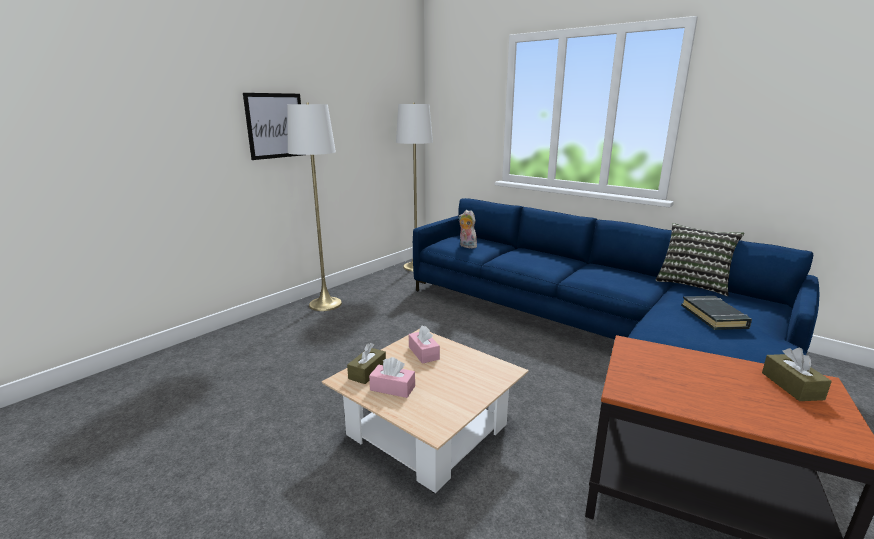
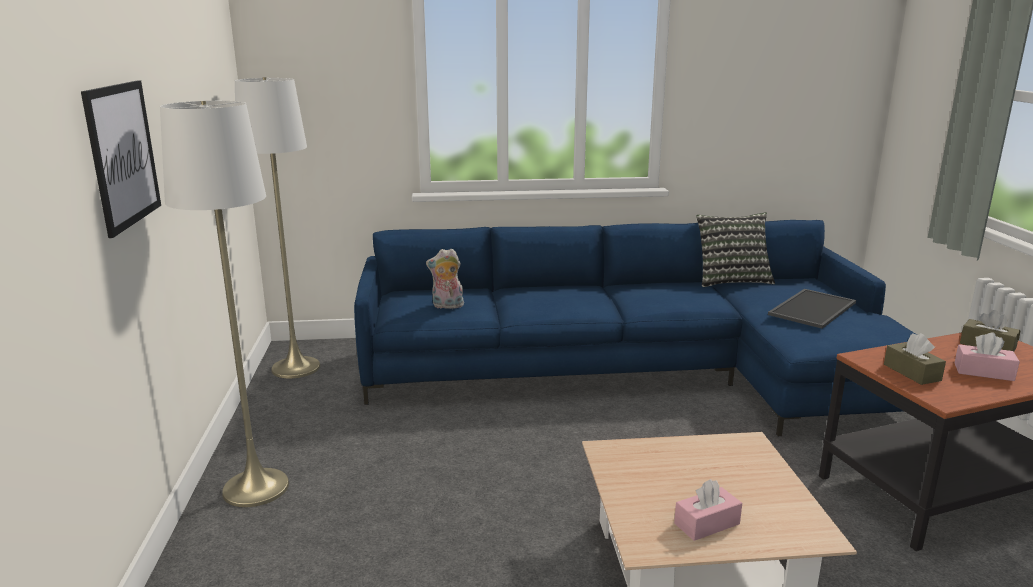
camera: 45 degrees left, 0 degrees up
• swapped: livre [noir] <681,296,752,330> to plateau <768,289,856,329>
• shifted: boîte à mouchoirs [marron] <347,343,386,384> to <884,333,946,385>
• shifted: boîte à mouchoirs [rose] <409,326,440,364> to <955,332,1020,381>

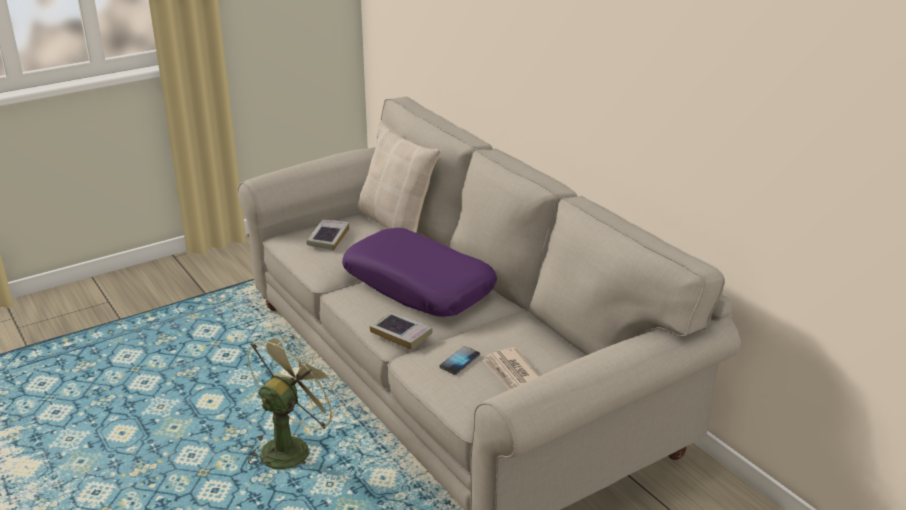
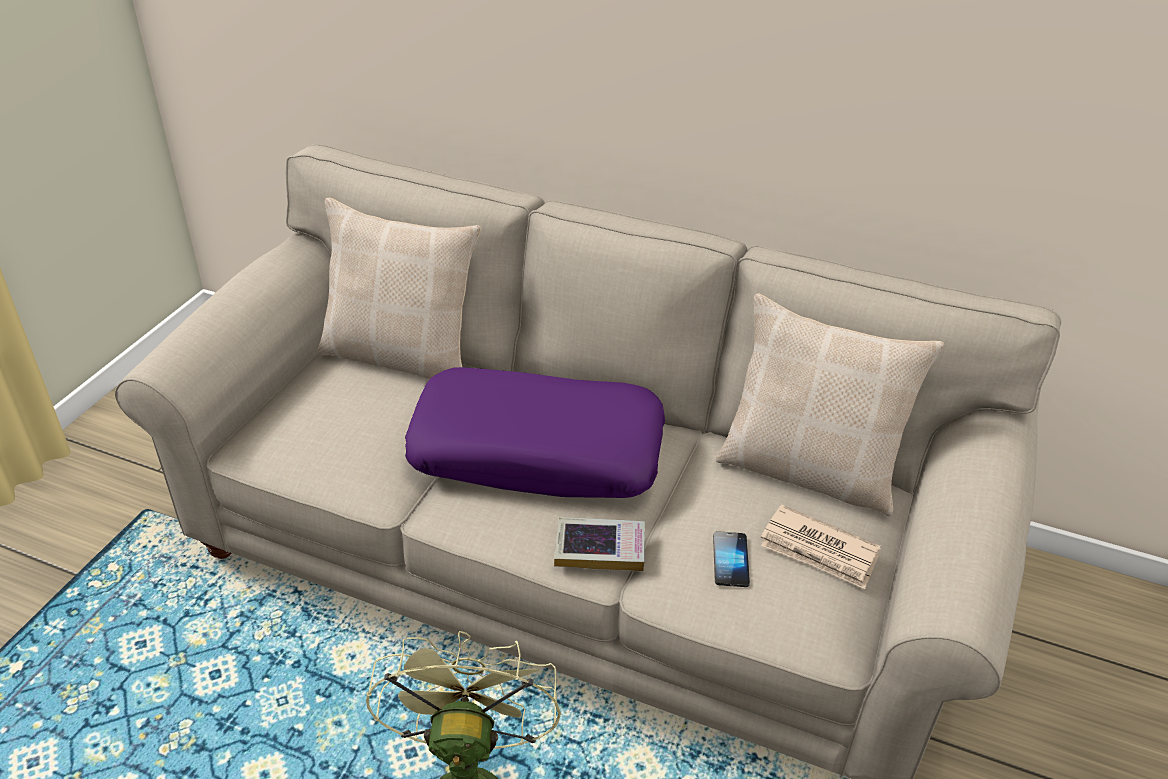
camera: 35 degrees left, 10 degrees up
• new: coussin [beige] <716,293,944,516>
• gone: livre <307,220,349,250>

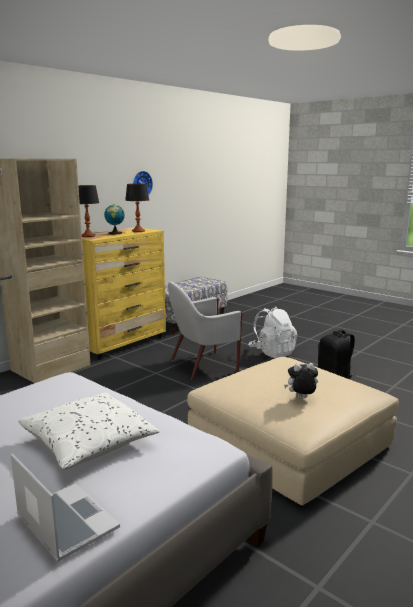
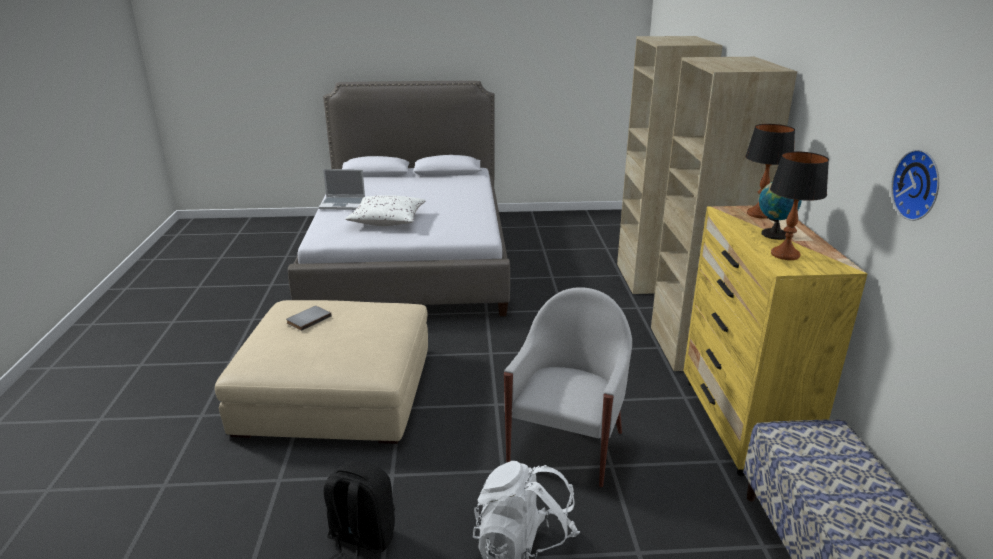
camera: 135 degrees right, 10 degrees up
• swapped: peluche <284,363,318,398> to livre [gris] <286,306,332,331>

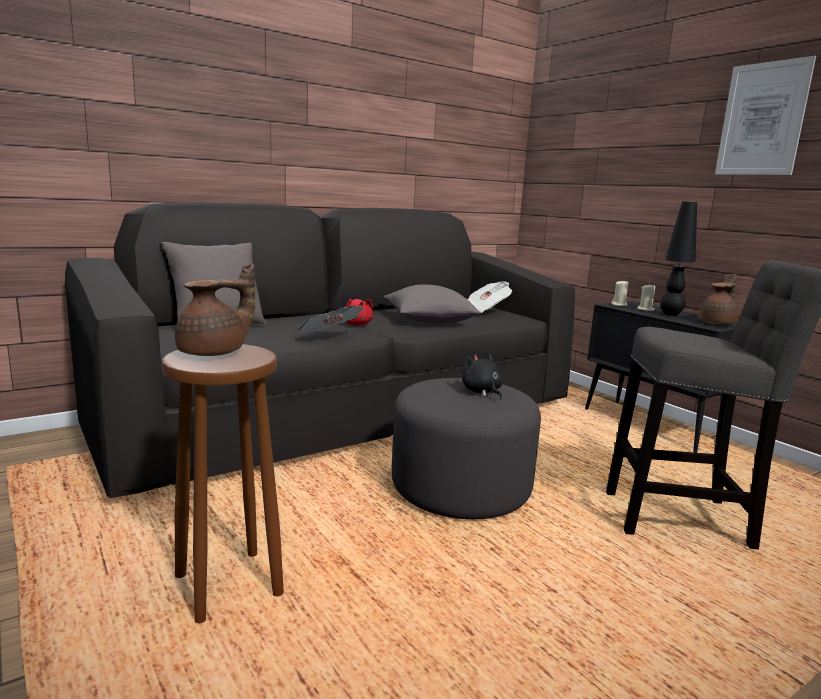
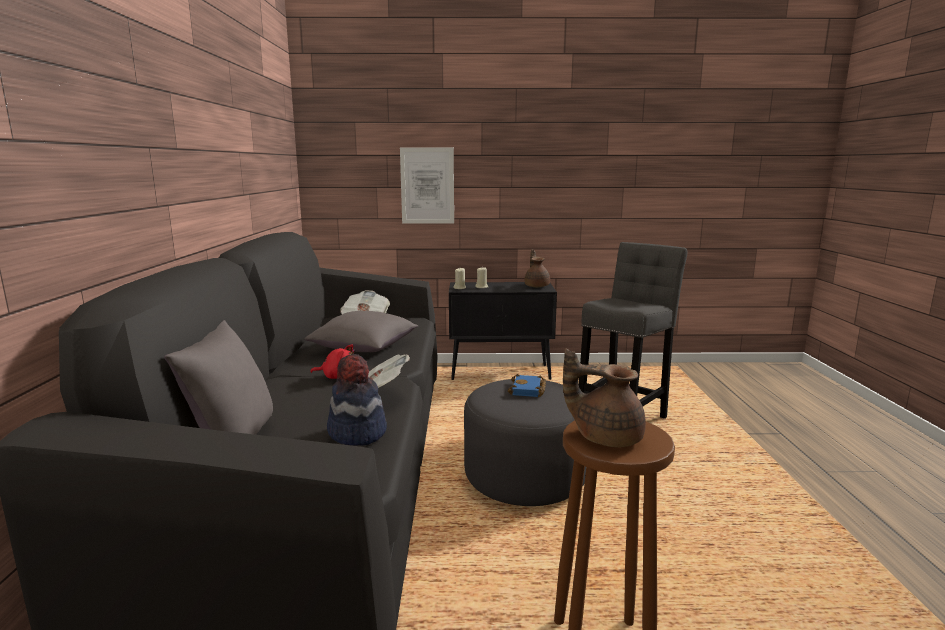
camera: 55 degrees left, 0 degrees up
• new: chapeau <327,354,387,446>
• shifted: tableau <715,56,816,175> to <400,148,454,223>
• swapped: peluche [noir] <462,354,503,399> to livre [bleu] <508,374,546,397>
• rotated: théière [marron] <175,263,255,356> = <563,348,646,447> 60 degrees counterclockwise
• gone: lampe de table [noir] <660,201,697,316>

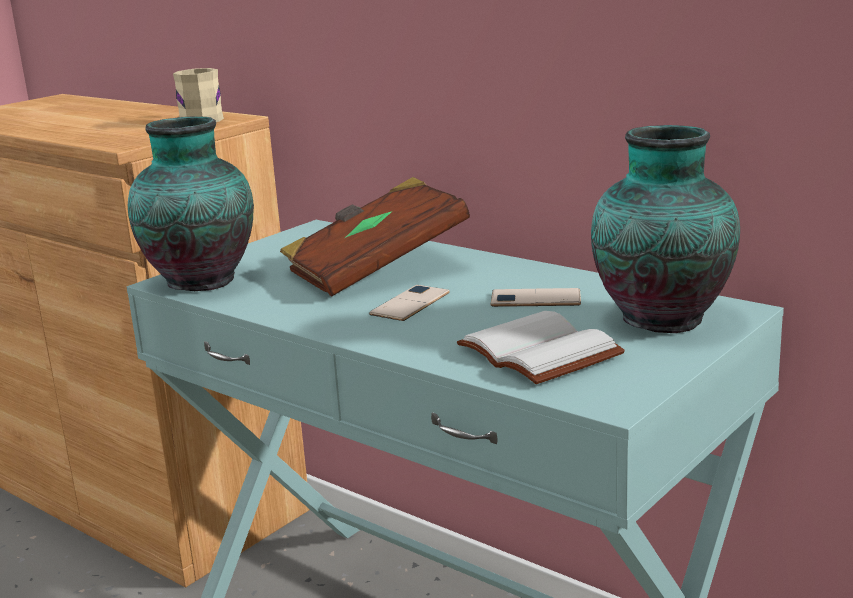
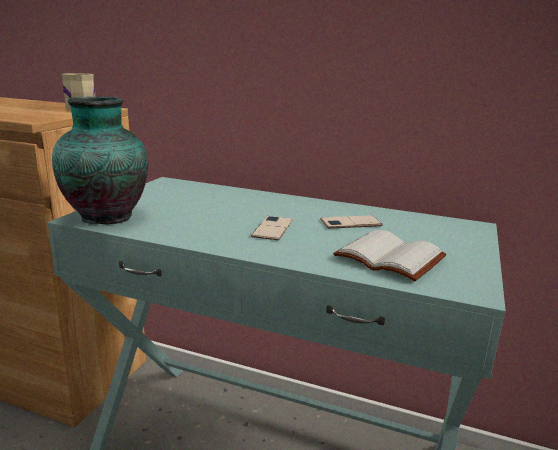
camera: 20 degrees left, 0 degrees up
• gone: livre [marron] <280,177,470,297>
• gone: vase <591,125,740,333>

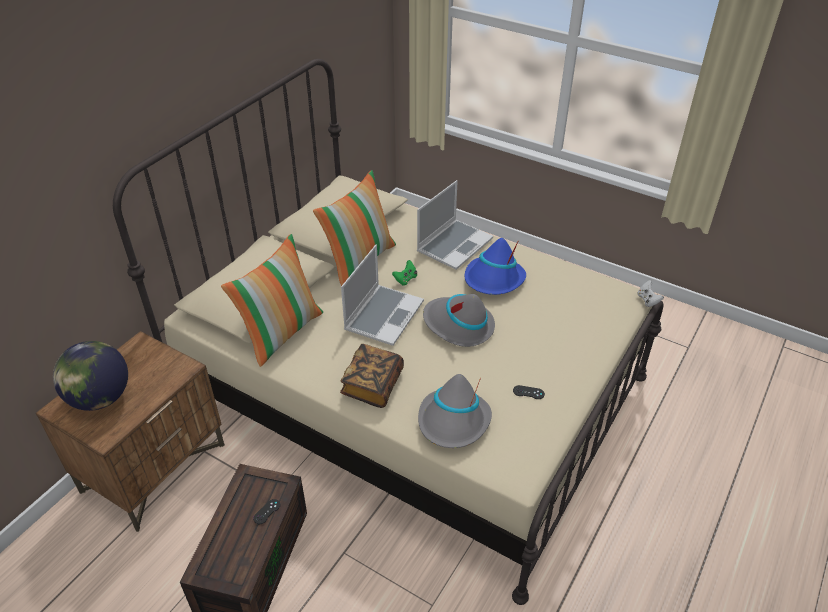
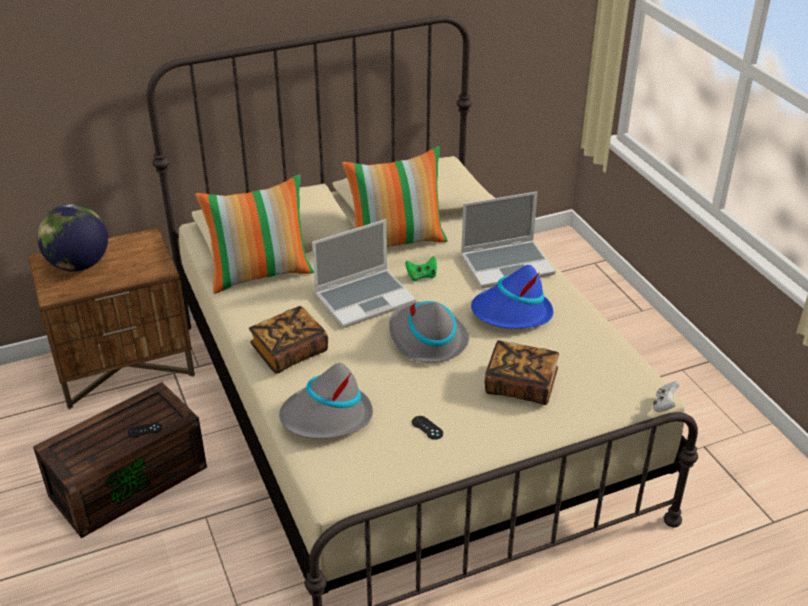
camera: 35 degrees right, 5 degrees down
• new: livre <485,340,559,405>

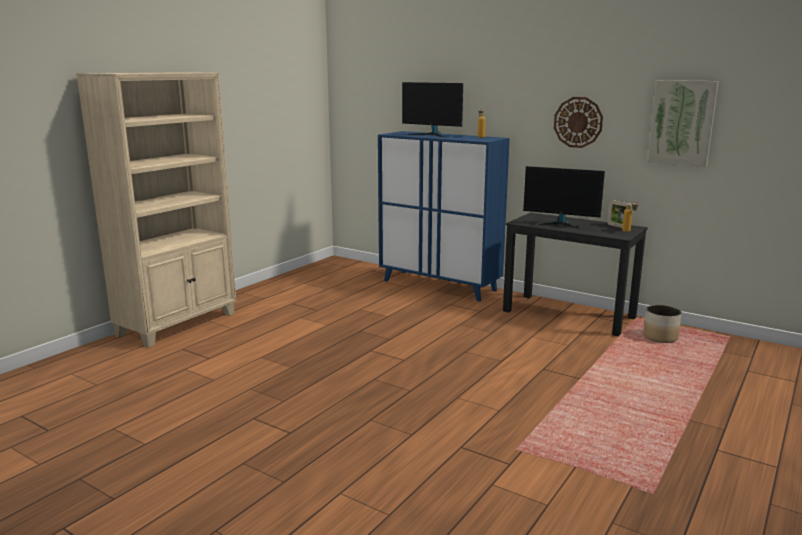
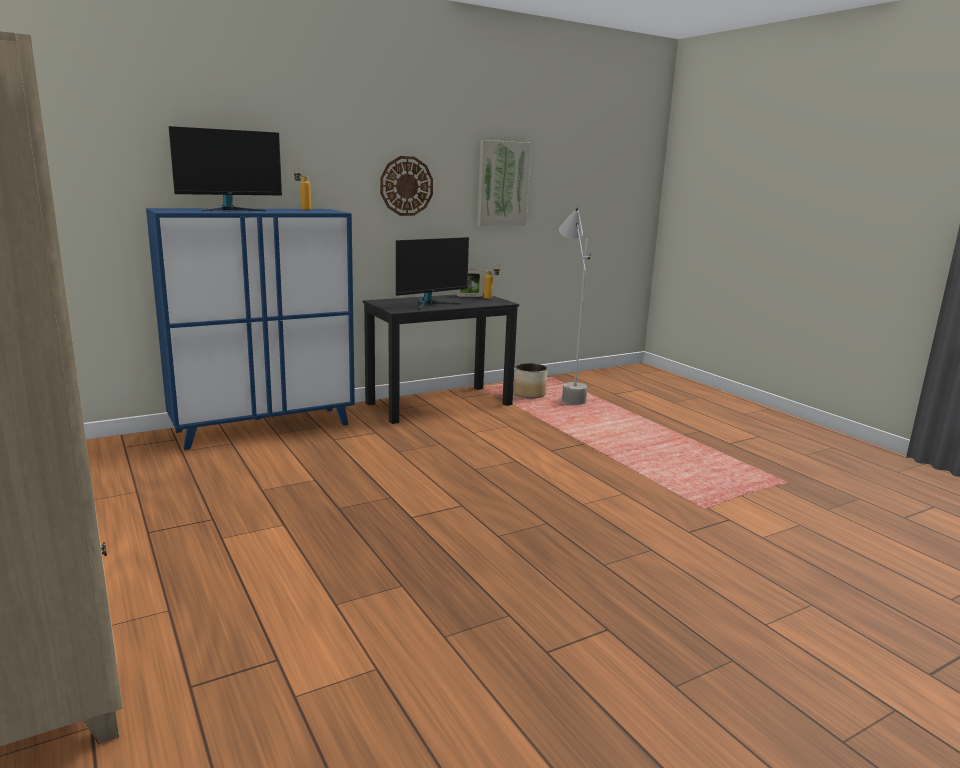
camera: 65 degrees left, 0 degrees up
• new: lampadaire [gris] <559,208,591,405>

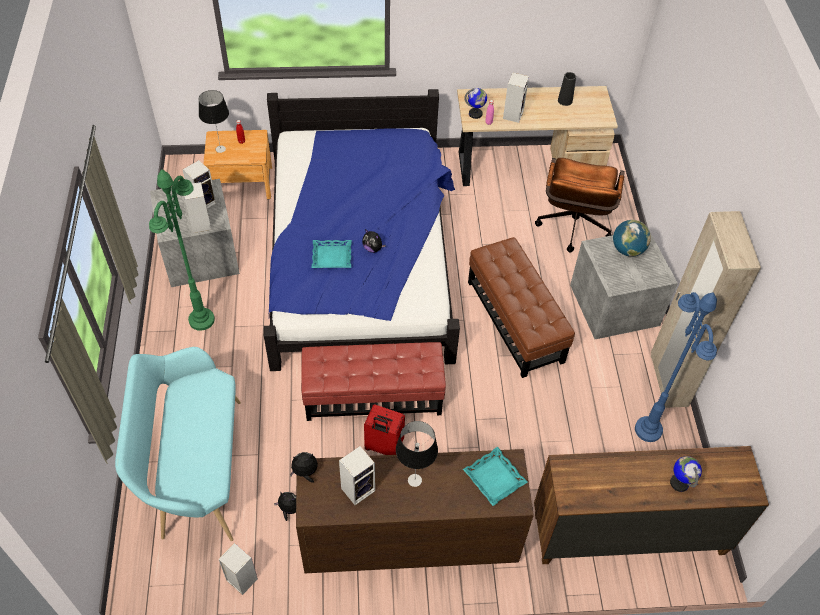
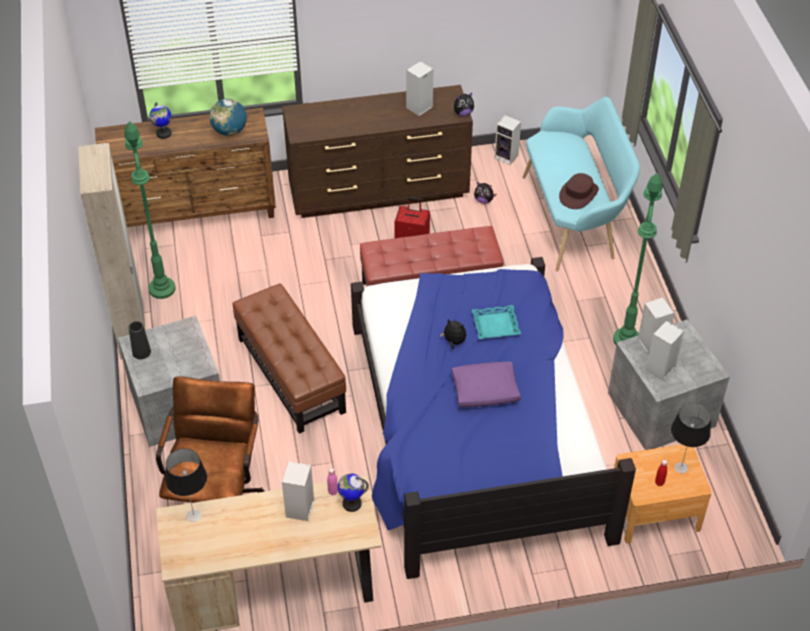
camera: 175 degrees right, 5 degrees down
• repainted: lampadaire [bleu] <635,292,717,442> to lampadaire [vert] <124,121,176,299>
• shifted: vase [noir] <558,72,576,106> to <129,321,151,359>
• shifted: lampe de table <396,421,438,487> to <165,448,207,522>
• shifted: globe <613,220,651,257> to <210,99,247,136>
• new: coussin [violet] <451,362,521,407>
• new: chapeau [marron] <559,173,599,209>
• gone: plateau [turquoise] <463,447,528,506>

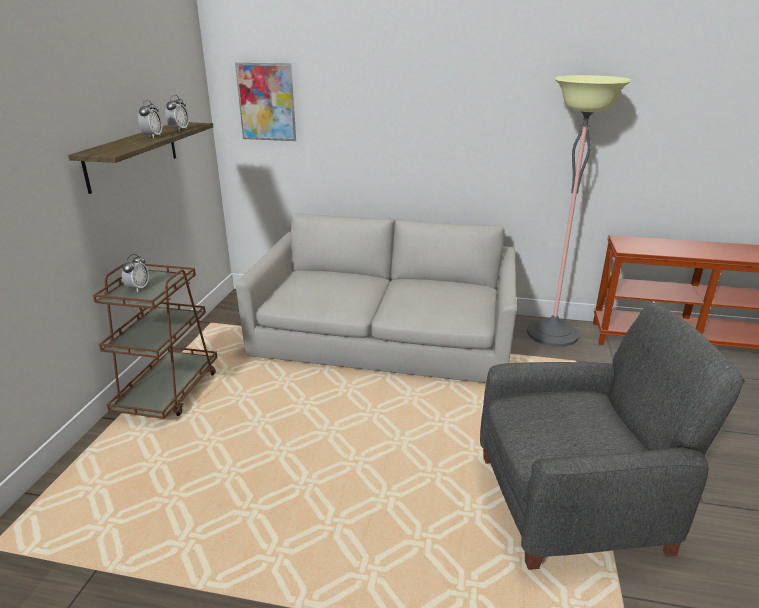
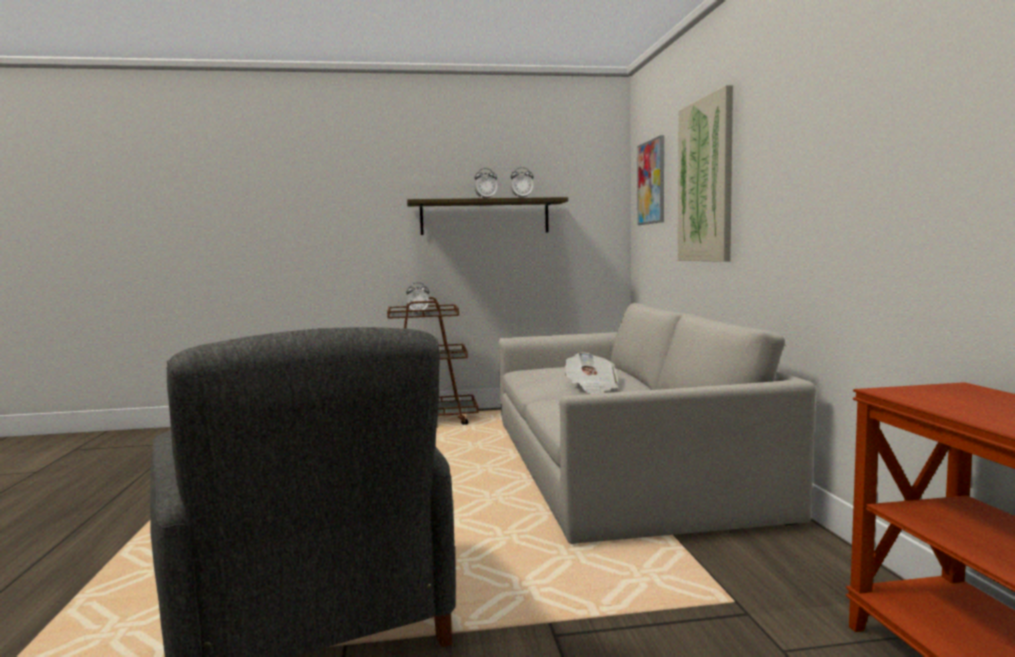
camera: 70 degrees right, 20 degrees down
• new: journal <565,352,618,394>
• new: tableau <678,85,733,262>
• gone: lampadaire <527,75,631,347>

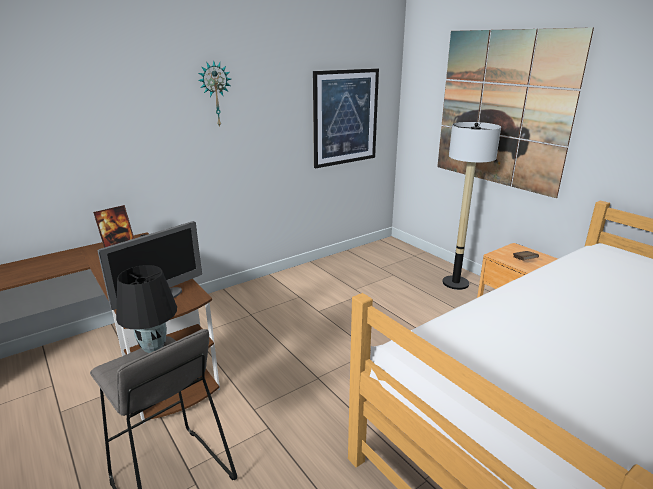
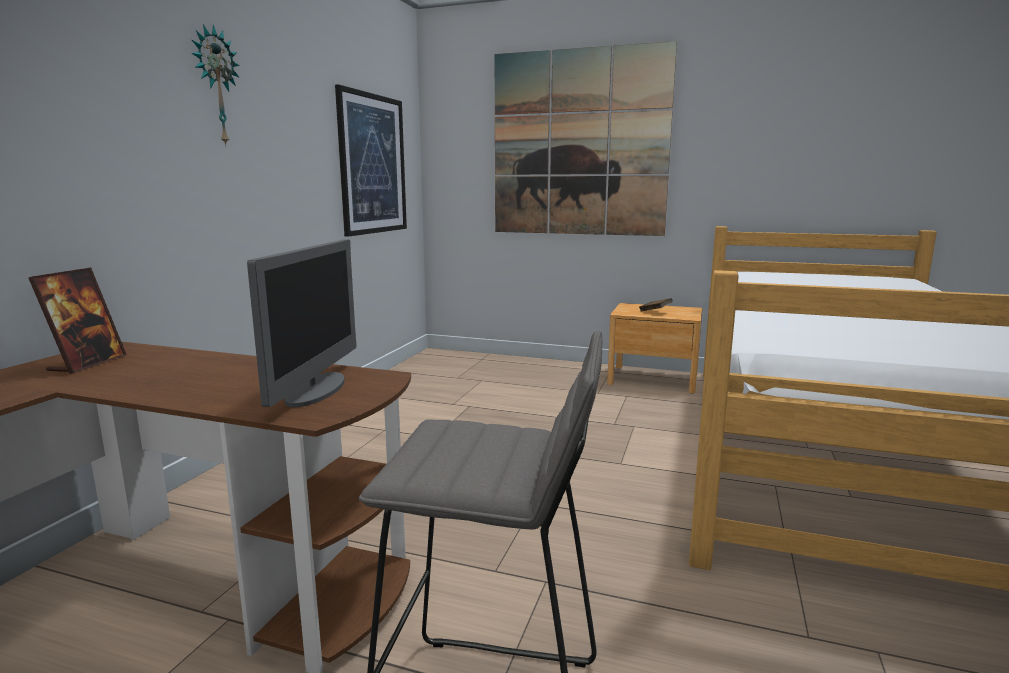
camera: 35 degrees left, 10 degrees down
• gone: lampe de table [noir] <116,265,177,353>
• gone: lampadaire <443,122,501,290>

